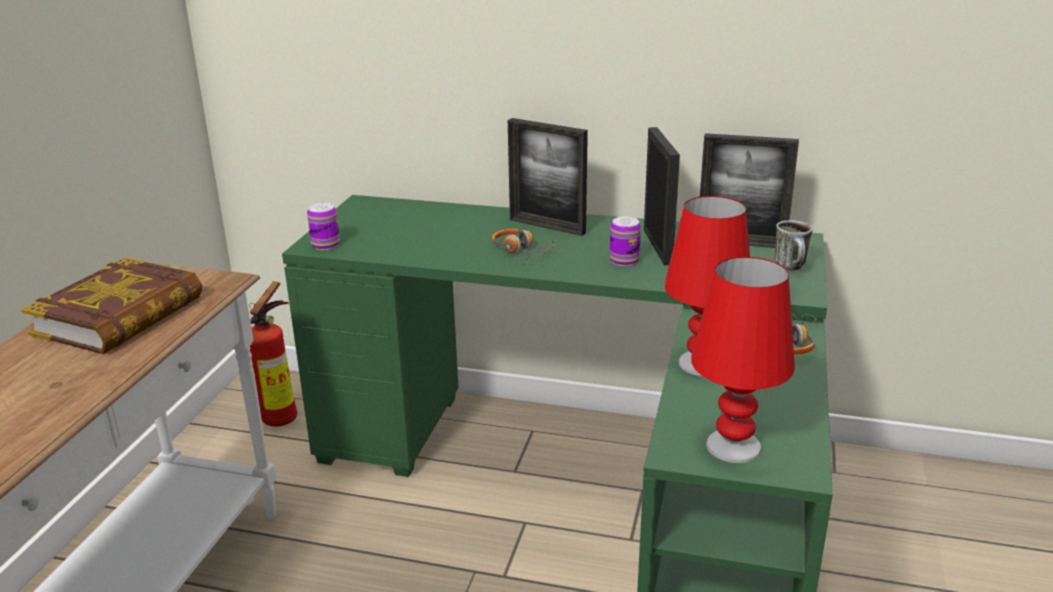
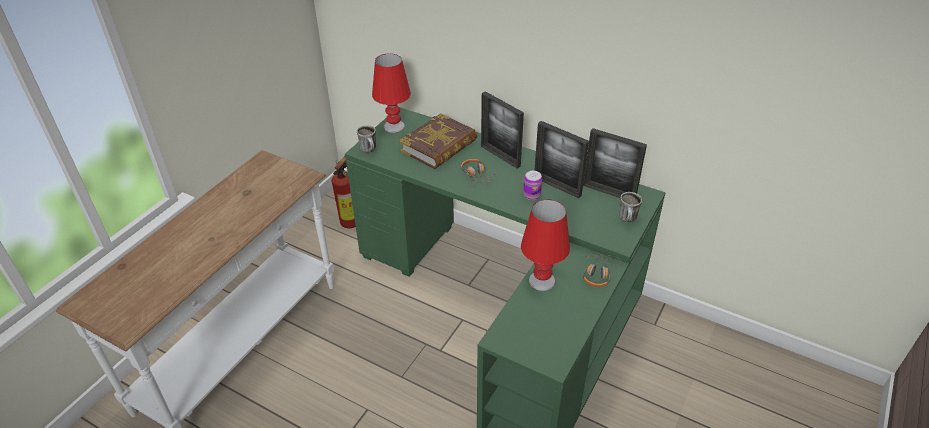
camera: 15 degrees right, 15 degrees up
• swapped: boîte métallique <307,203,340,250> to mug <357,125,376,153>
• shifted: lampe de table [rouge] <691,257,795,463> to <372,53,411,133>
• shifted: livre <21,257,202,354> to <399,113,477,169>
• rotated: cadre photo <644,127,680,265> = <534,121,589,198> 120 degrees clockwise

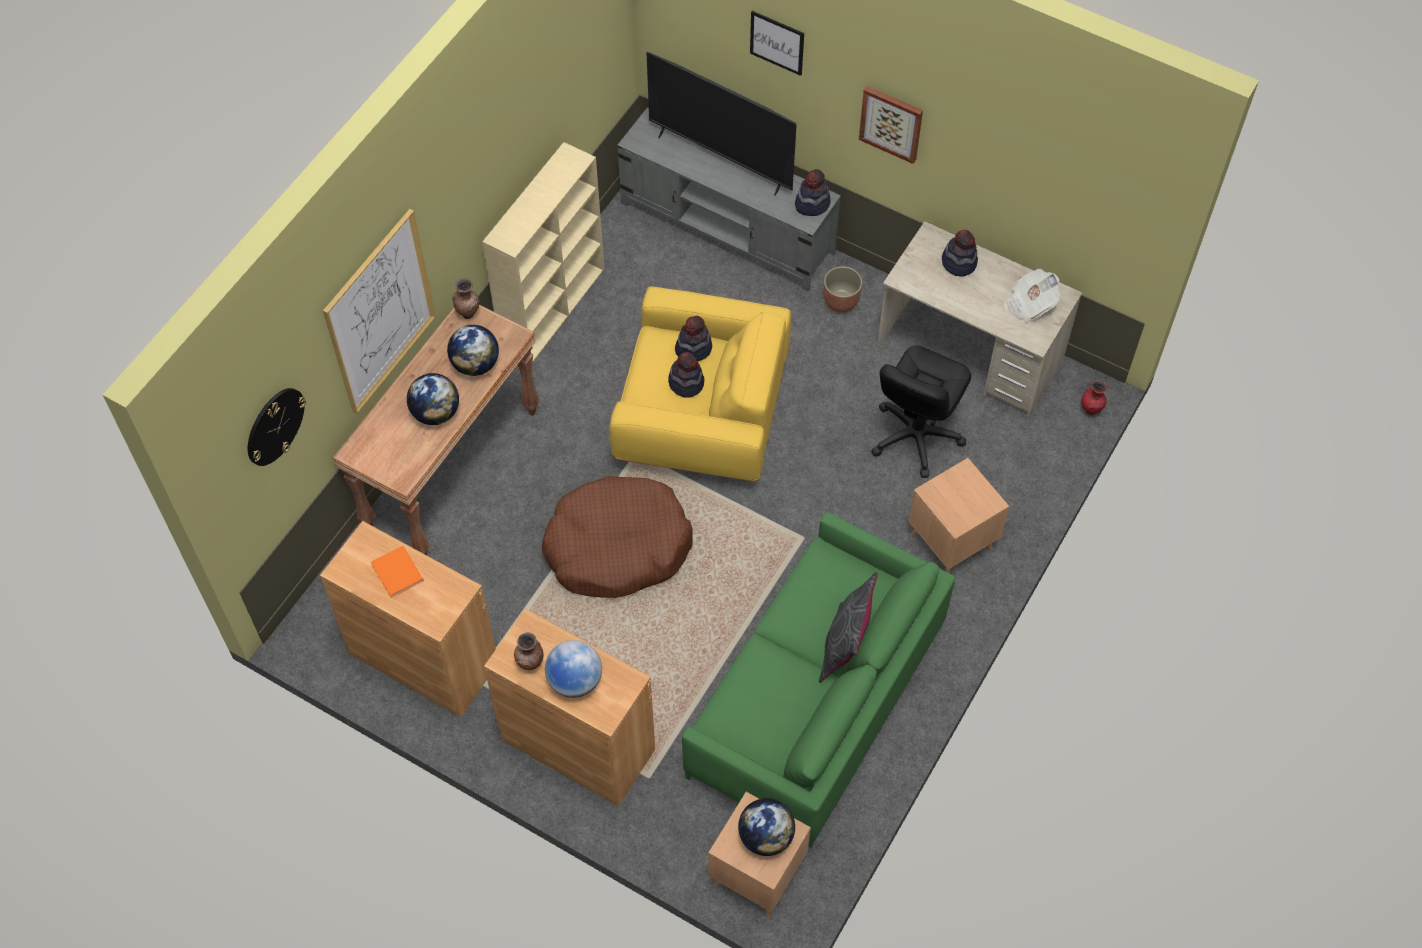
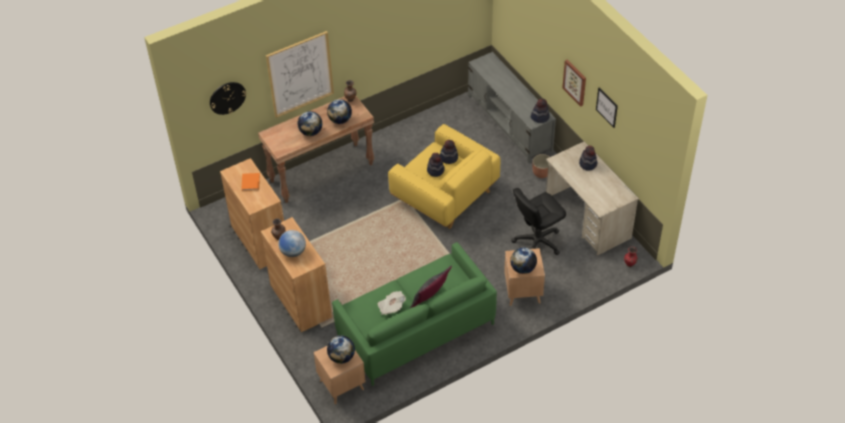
camera: 30 degrees right, 10 degrees down
• shifted: journal <1004,269,1060,322> to <378,291,406,315>
• new: globe <510,247,537,274>
• shifted: tableau <750,11,804,76> to <596,88,618,128>
• gone: bibliothèque [beige] <482,142,605,361>
• gone: panier pour chien [marron] <542,476,693,598>
• gone: téléviseur <646,52,797,195>

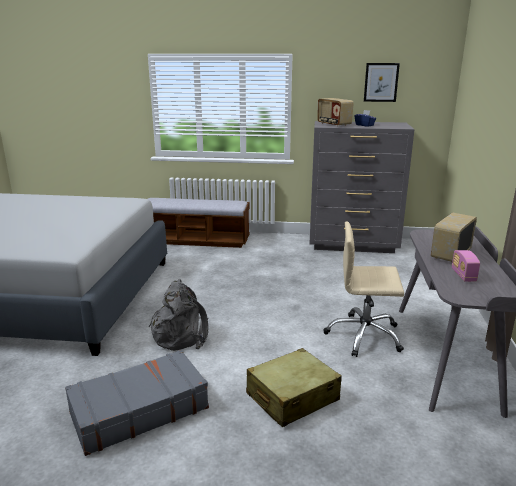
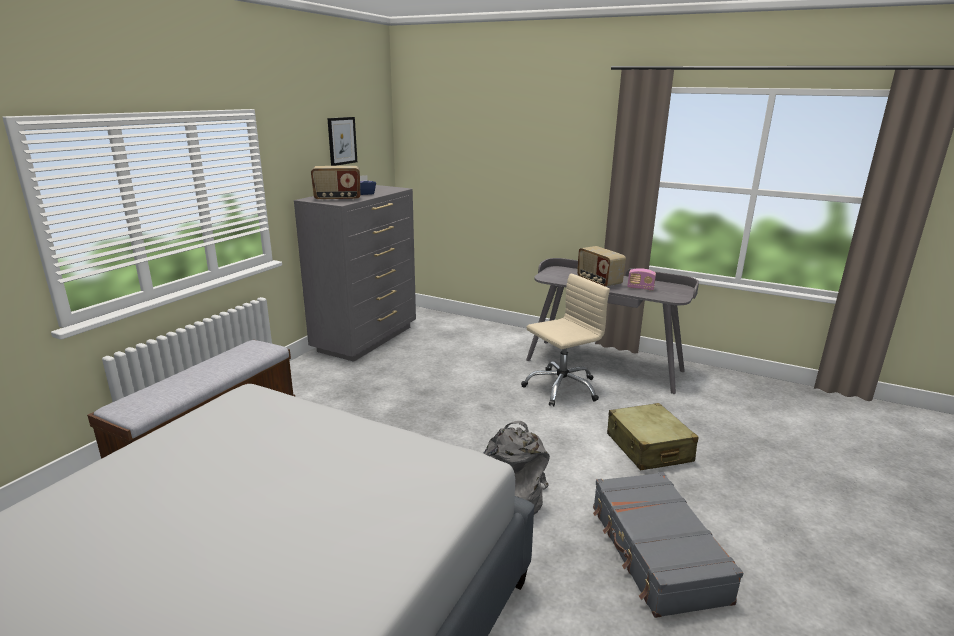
camera: 70 degrees left, 0 degrees up
• rotated: chaise de bureau [beige] <324,221,404,357> = <521,273,610,407> 150 degrees counterclockwise

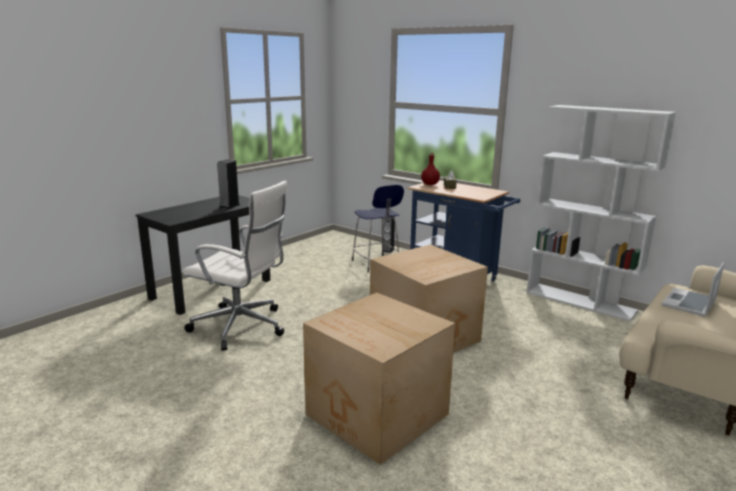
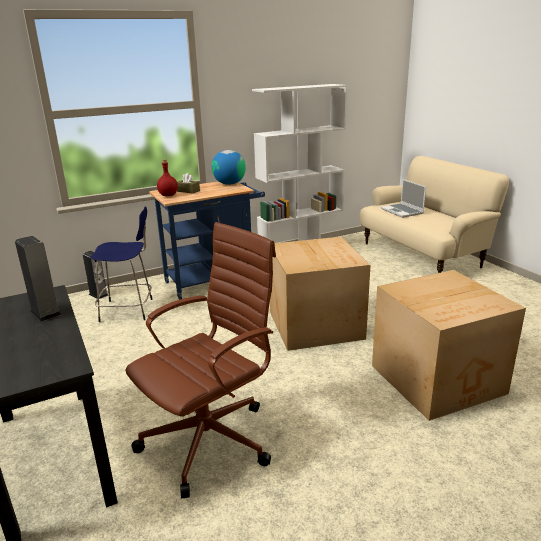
camera: 65 degrees left, 5 degrees up
• repainted: chaise de bureau [blanc] <182,181,288,351> to chaise de bureau [marron] <125,222,276,498>
• new: globe <212,150,246,185>

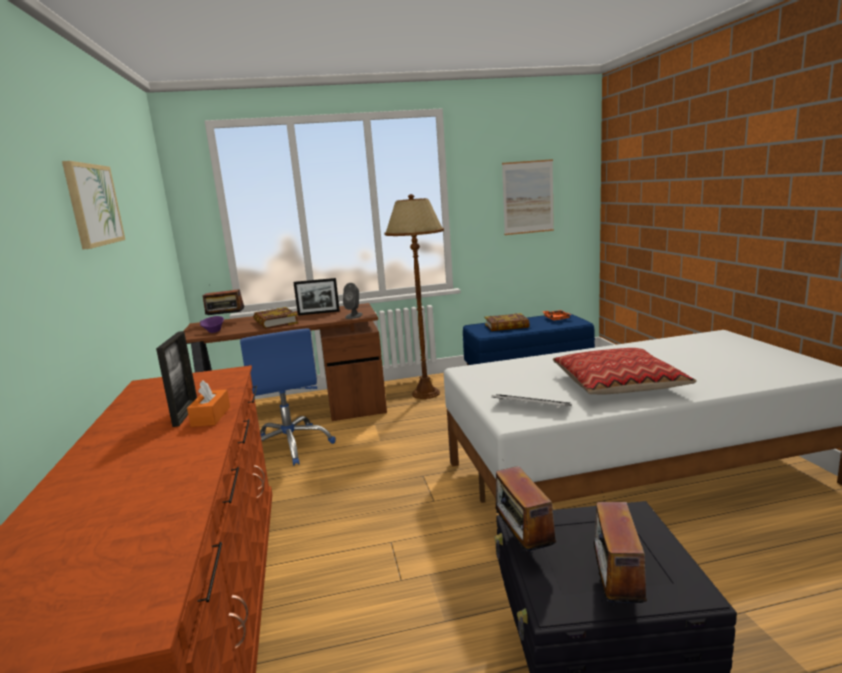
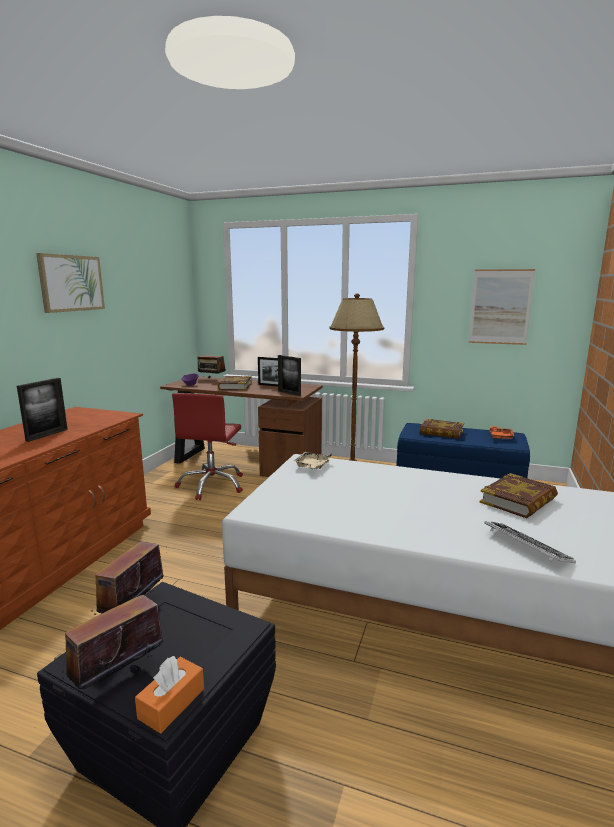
camera: 30 degrees right, 0 degrees up
• shifted: boîte à mouchoirs [orange] <187,380,230,427> to <135,656,204,734>
• repainted: chaise de bureau [bleu] <240,328,336,466> to chaise de bureau [rouge] <172,393,243,500>
• swapped: enceinte [gris] <343,283,363,319> to cadre photo <278,355,301,396>
• new: plateau [beige] <293,452,332,469>
• new: livre <479,473,558,518>
• shifted: clavier <491,394,572,409> to <484,521,576,563>
• gone: coussin <553,348,697,394>

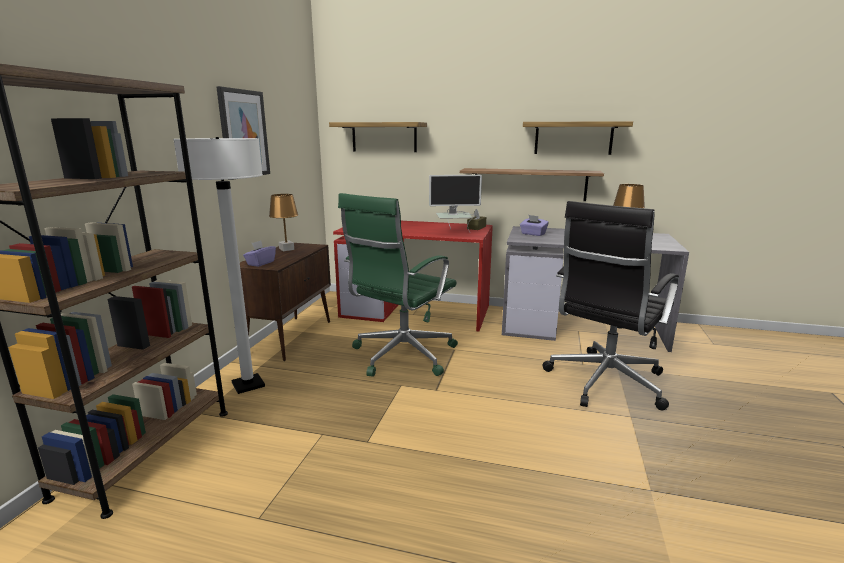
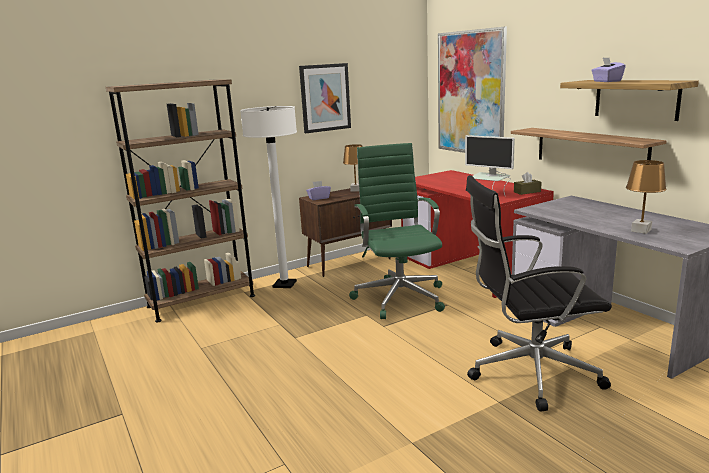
camera: 45 degrees right, 0 degrees up
• rotated: chaise de bureau [vert] <338,193,458,377> = <349,143,445,319> 90 degrees clockwise
• swapped: étagère <329,122,427,152> to tableau <438,27,507,153>
• shifted: boîte à mouchoirs [violet] <520,215,549,236> to <591,58,626,82>

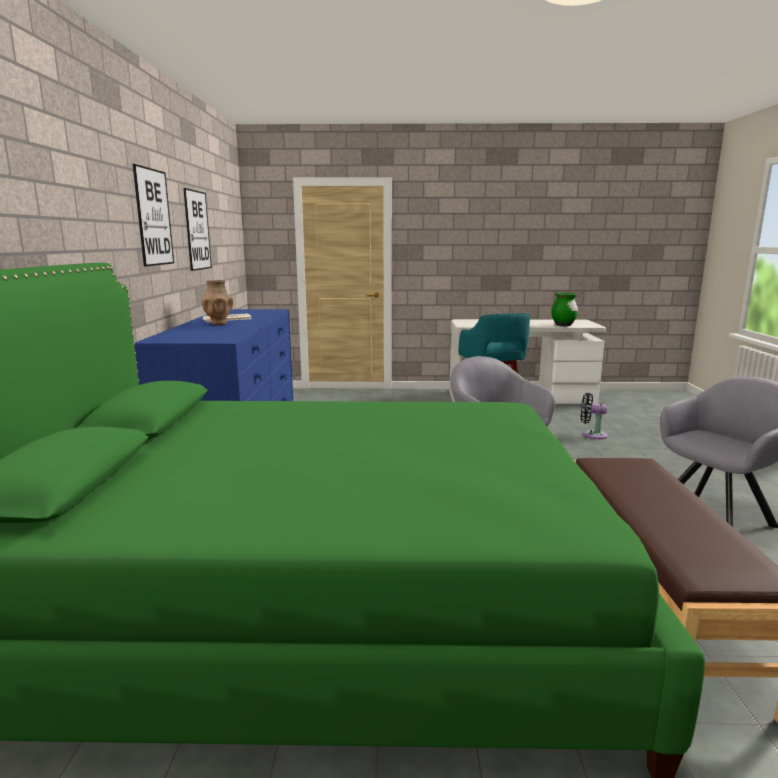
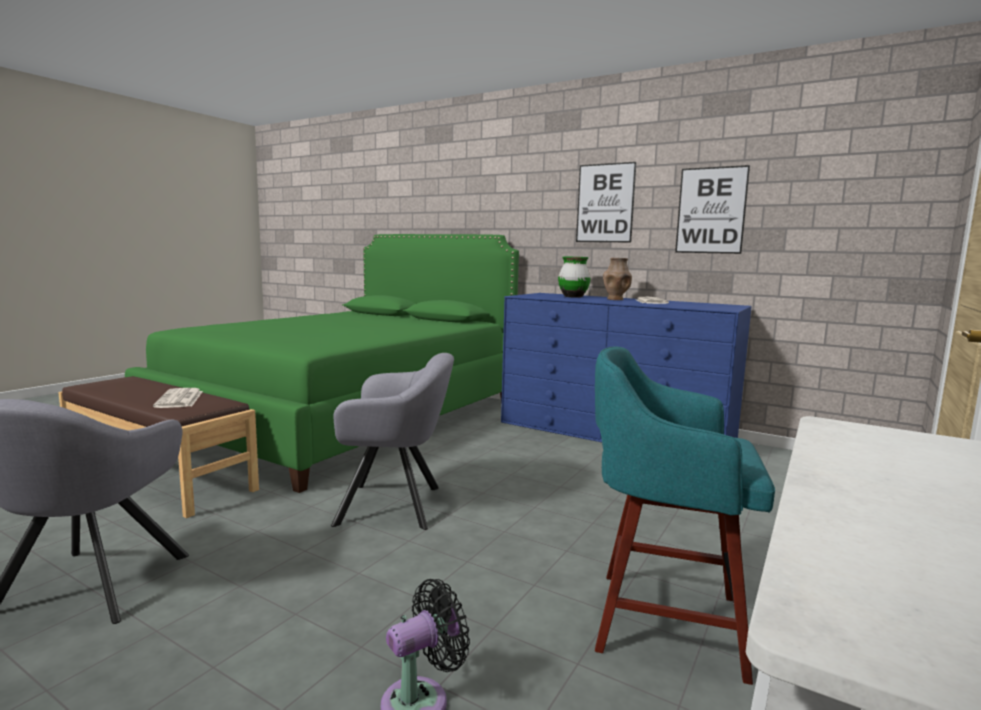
camera: 120 degrees right, 5 degrees down
• new: journal <153,388,203,408>
• shifted: vase [vert] <551,293,578,326> to <558,256,591,298>

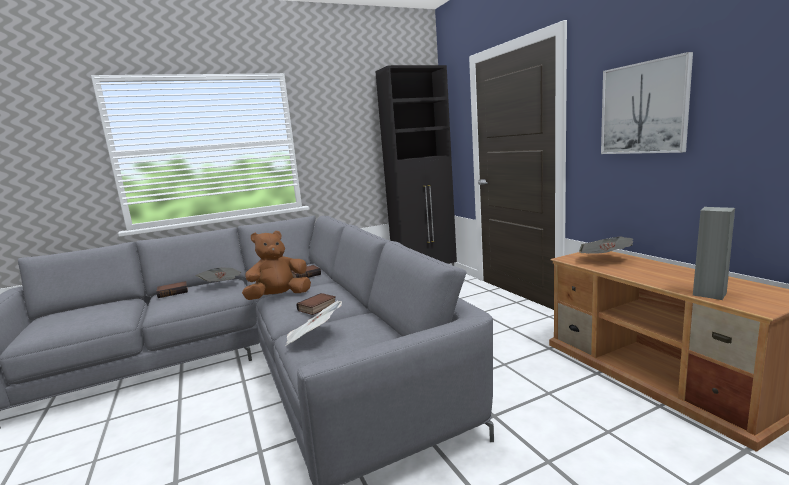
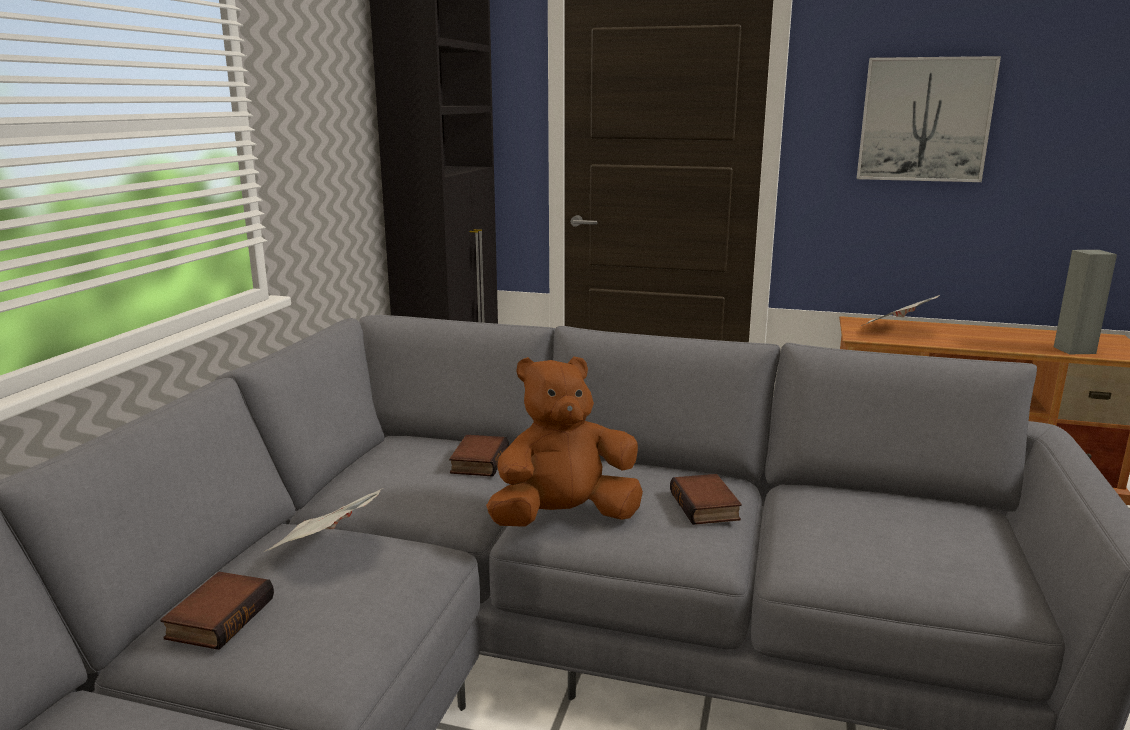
camera: 50 degrees left, 5 degrees up
• rotated: peluche [marron] <242,231,311,300> = <486,357,643,527> 60 degrees clockwise
• gone: journal <285,301,342,346>

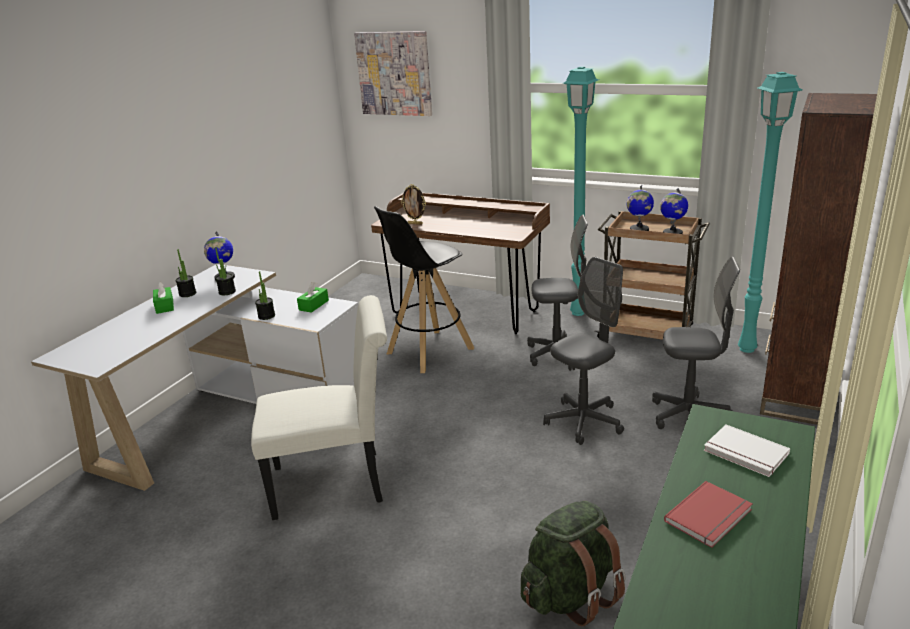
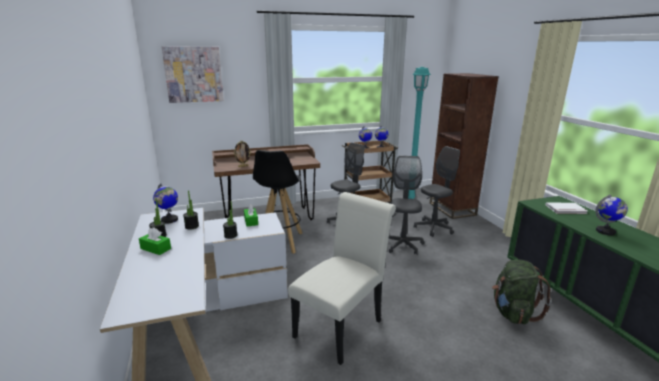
camera: 45 degrees left, 5 degrees down
• swapped: livre [rouge] <664,481,753,548> to globe <596,194,628,235>
• gone: lampadaire [turquoise] <563,67,599,316>

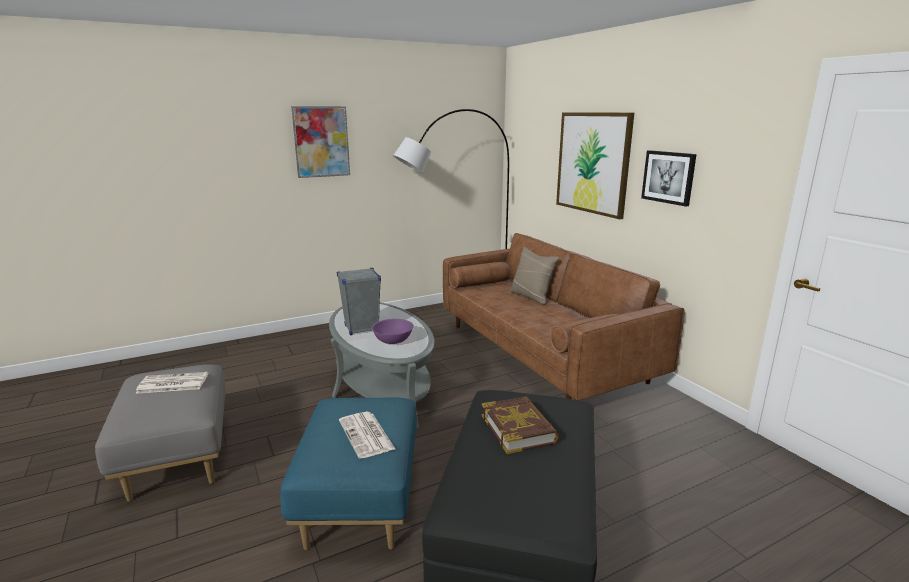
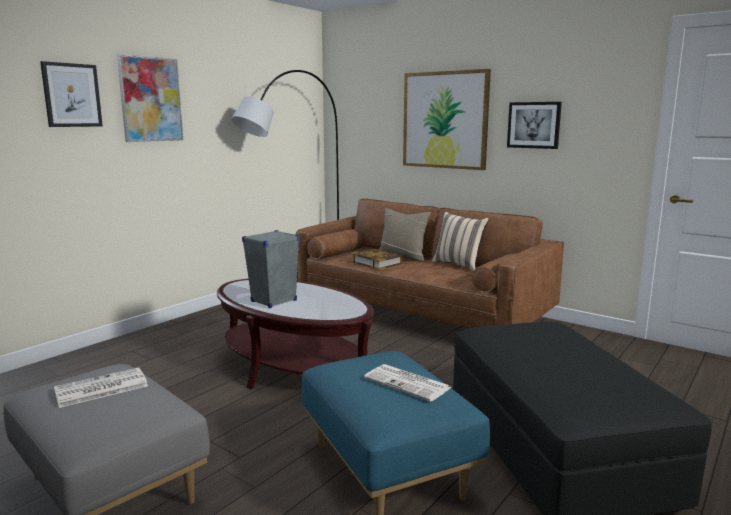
camera: 25 degrees left, 5 degrees down
• new: tableau <40,61,103,127>
• repainted: table basse [gris] <329,303,434,428> to table basse [marron] <217,279,374,389>
• shifted: livre <482,396,559,454> to <350,249,403,270>
• new: coussin [beige] <432,212,489,271>
• gone: bol [violet] <371,319,414,344>

